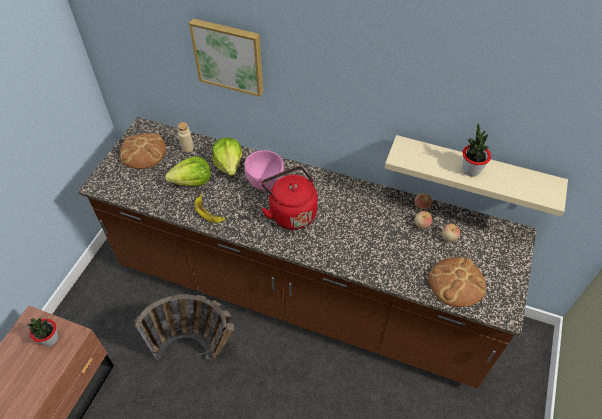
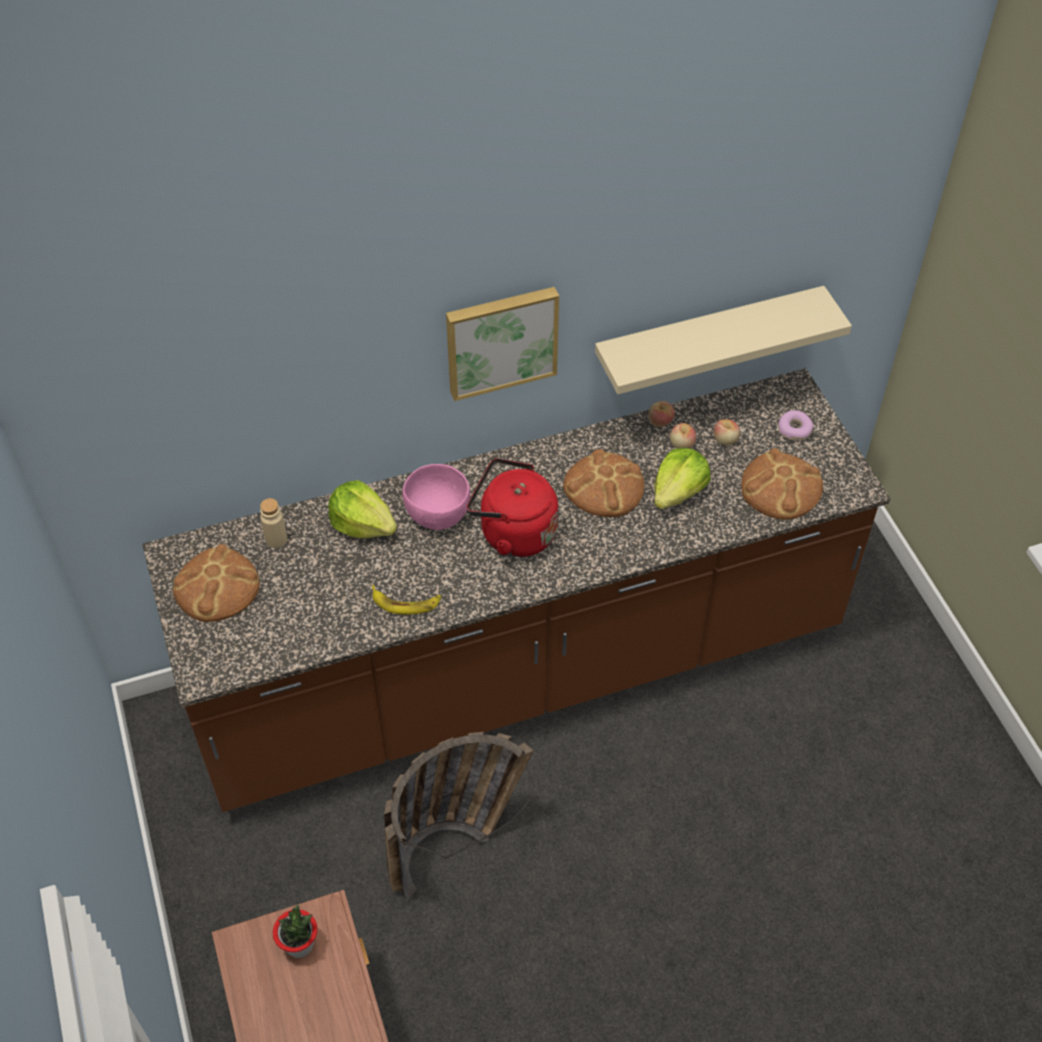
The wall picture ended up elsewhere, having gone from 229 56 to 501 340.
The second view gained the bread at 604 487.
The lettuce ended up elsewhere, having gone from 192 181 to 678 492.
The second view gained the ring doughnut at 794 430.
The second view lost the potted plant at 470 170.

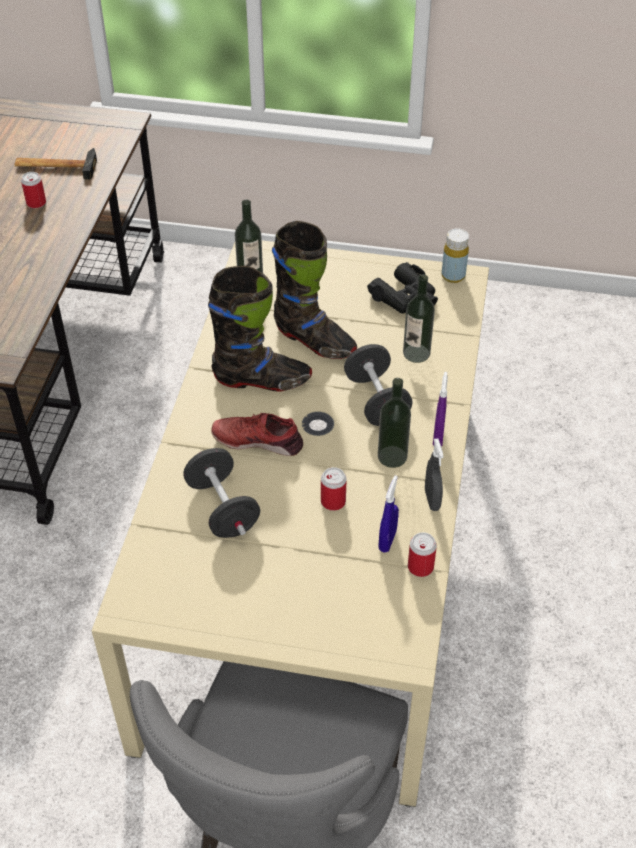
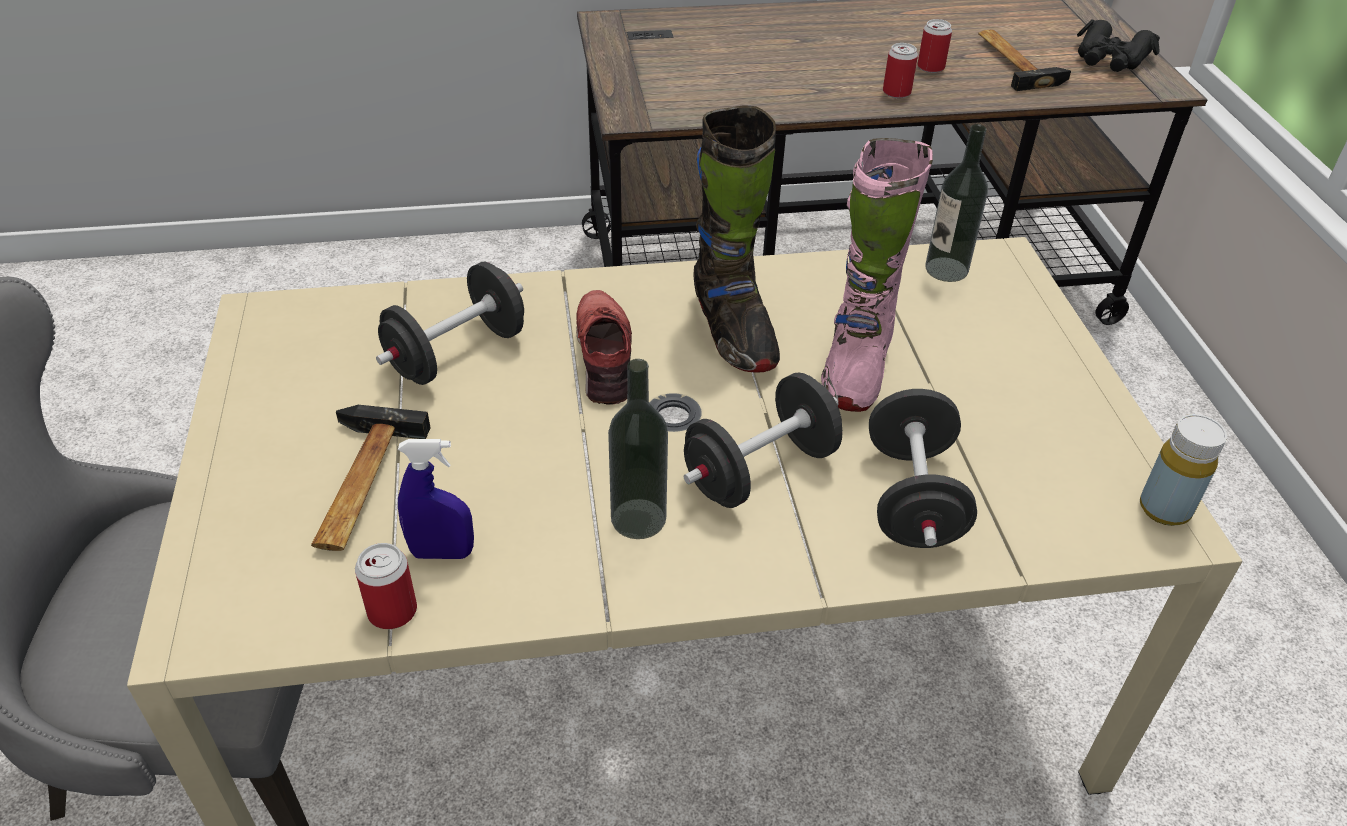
The second view gained the hammer at 357 484.
What was the black boot at 314 341 turned into the pink boot at 855 366.
Where the bottle stood at 416 353, the black free weight came to stand at 912 498.
The metal can ended up elsewhere, having gone from 333 501 to 896 92.
The black field glasses ended up elsewhere, having gone from 405 298 to 1111 59.
The second view lost the gray sprayer at 432 500.
The second view lost the purple sprayer at 438 437.

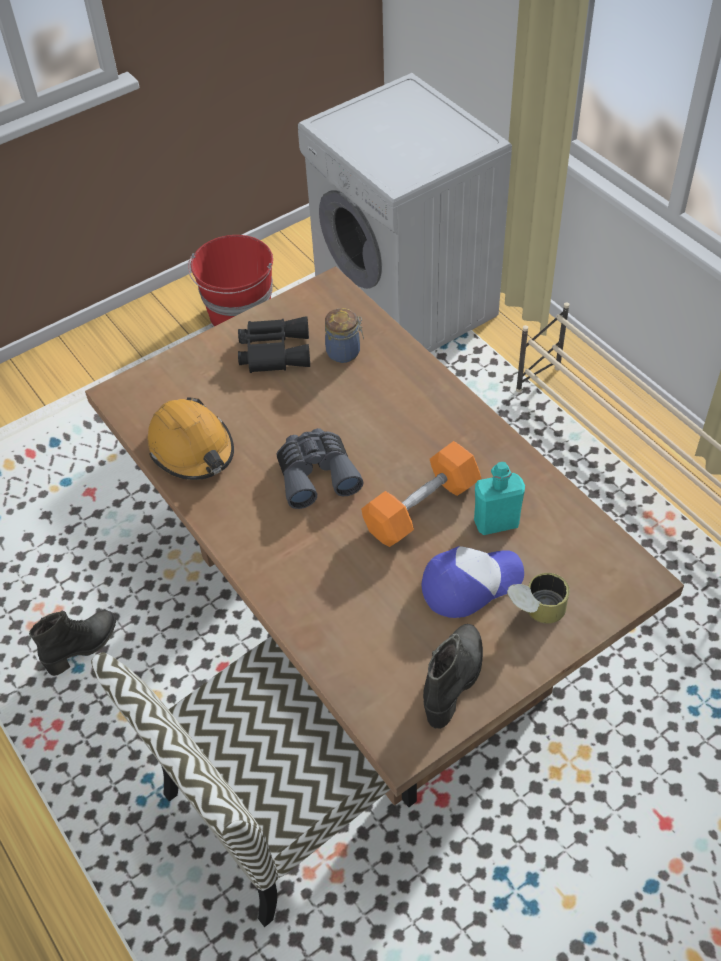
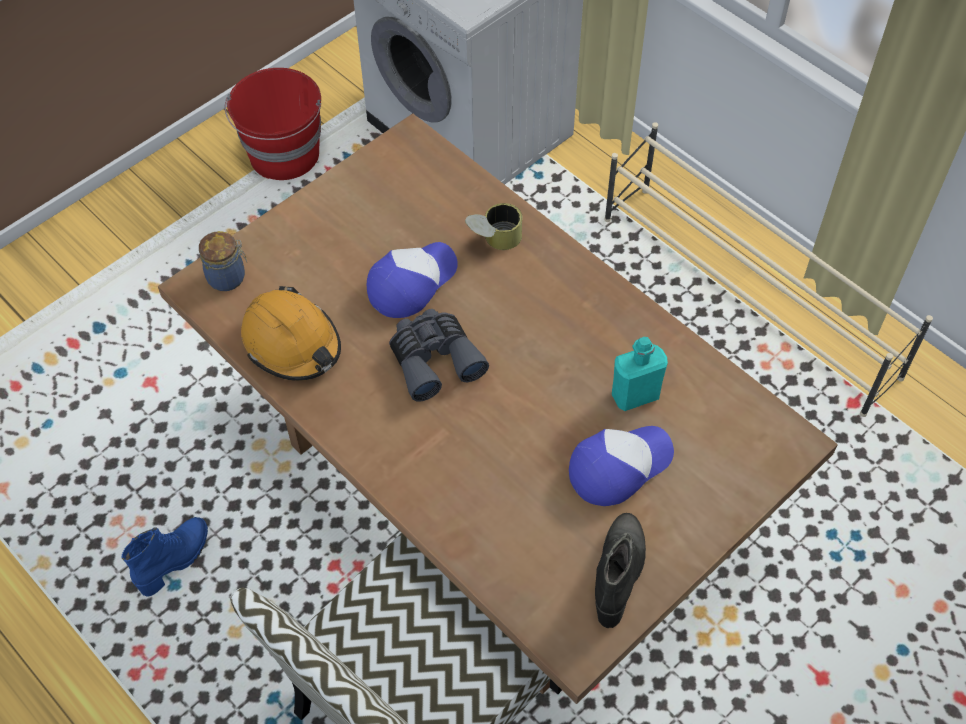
What was the black boot at 83 647 turned into the blue boot at 175 561.
The jar ended up elsewhere, having gone from 345 352 to 228 277.
The second view gained the peaked cap at 411 282.
The metal can ended up elsewhere, having gone from 535 611 to 493 241.
The second view lost the black field glasses at 273 350.
The second view lost the orange-coloured free weight at 421 507.

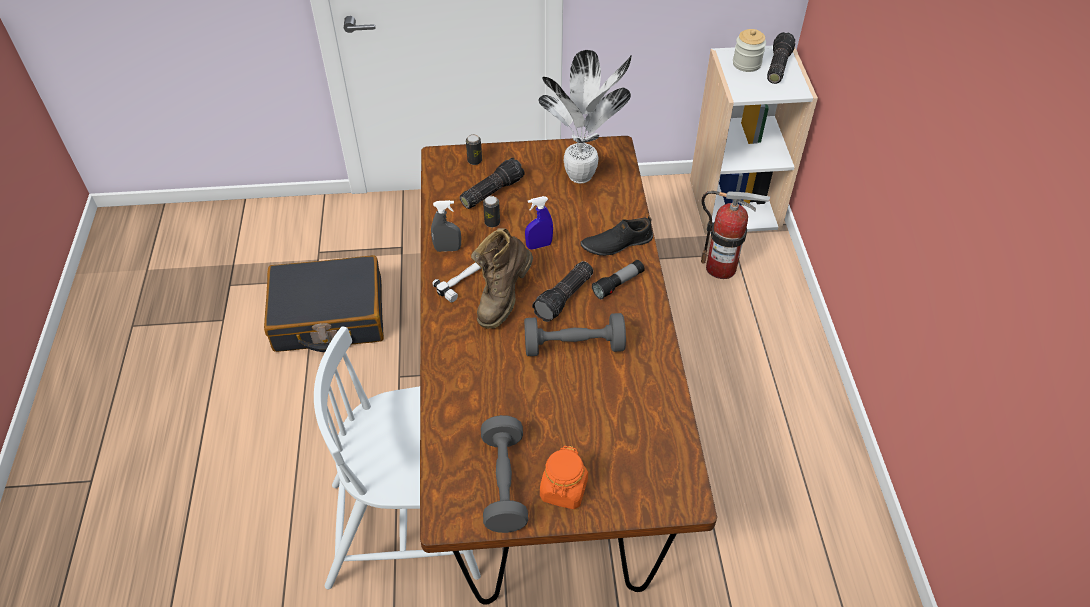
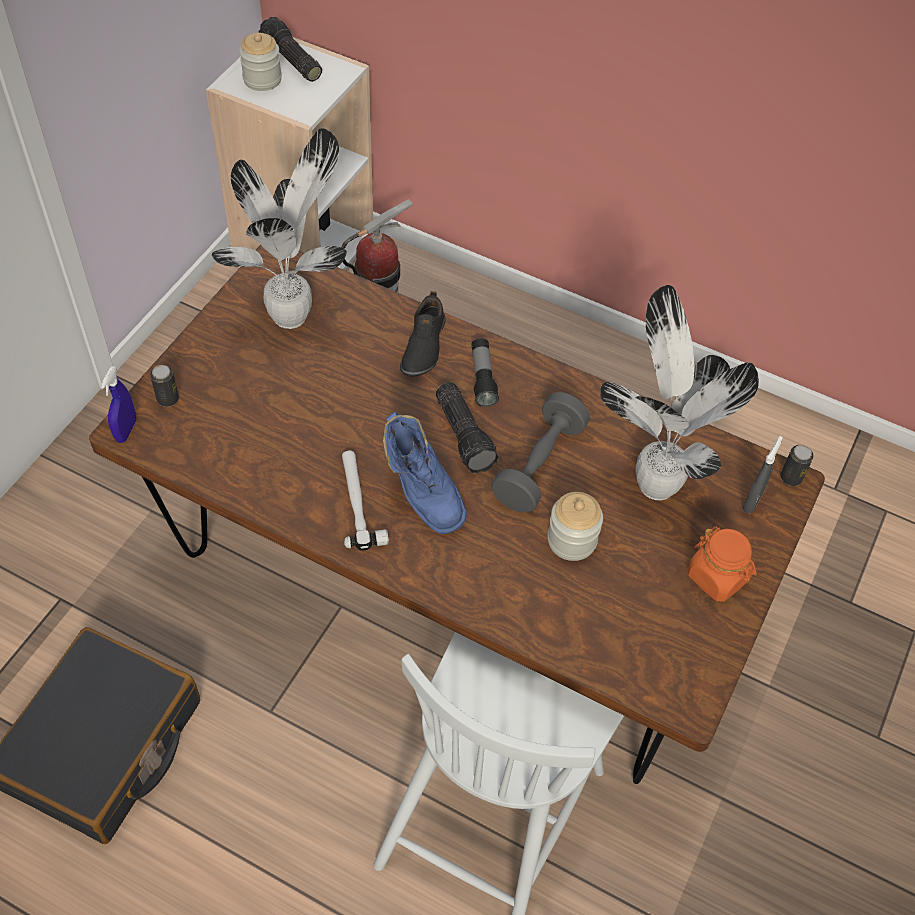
The blue sprayer ended up elsewhere, having gone from 539 245 to 126 430.
What was the brown-coloured boot at 502 299 turned into the blue boot at 420 492.
The second view gained the jar at 571 540.
The second view gained the potted plant at 654 482.
The gray sprayer ended up elsewhere, having gone from 447 249 to 752 501.
The metal can ended up elsewhere, having gone from 492 222 to 791 477.
The second view lost the torch at 491 191.
The second view lost the gray free weight at 504 483.

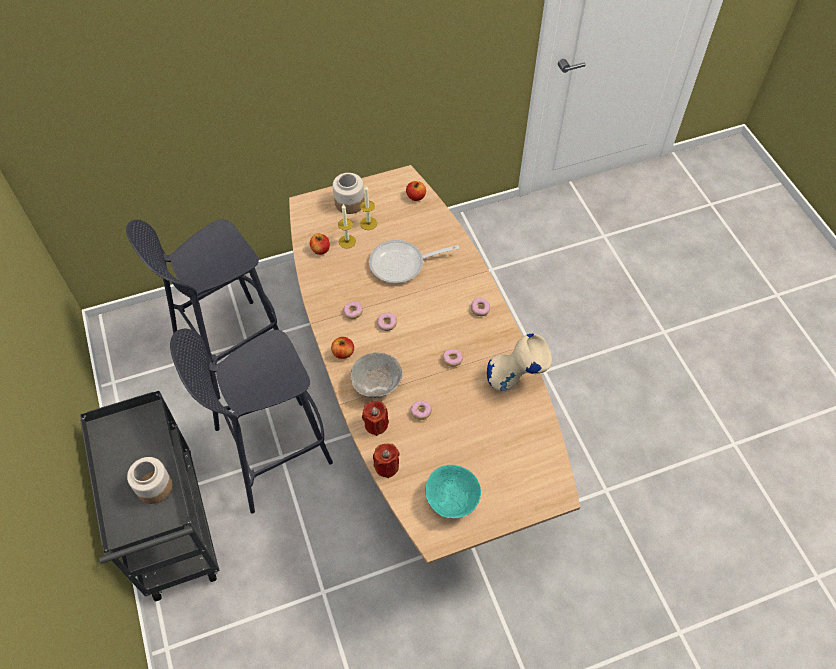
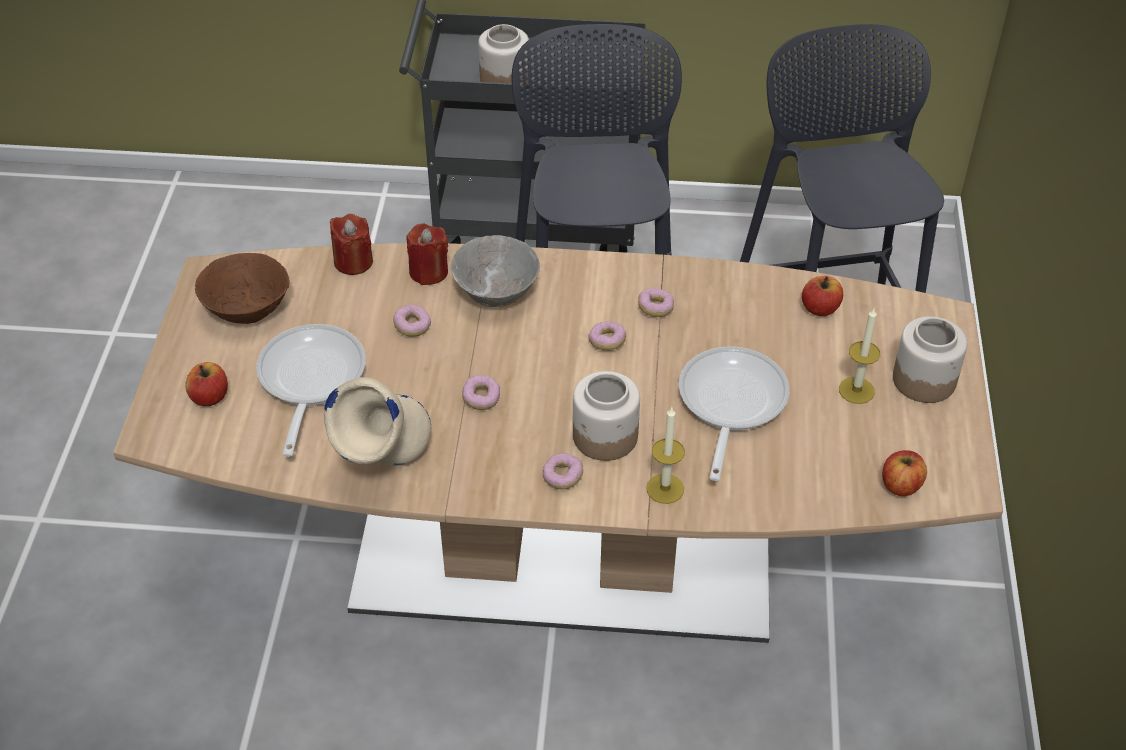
The whole apple ended up elsewhere, having gone from 343 353 to 210 397.
What was the blue-green deep dish at 452 500 turned into the brown-coloured deep dish at 246 310.
The second view gained the skillet at 309 381.
The second view gained the jar at 605 437.
The candle ended up elsewhere, having gone from 347 241 to 665 488.

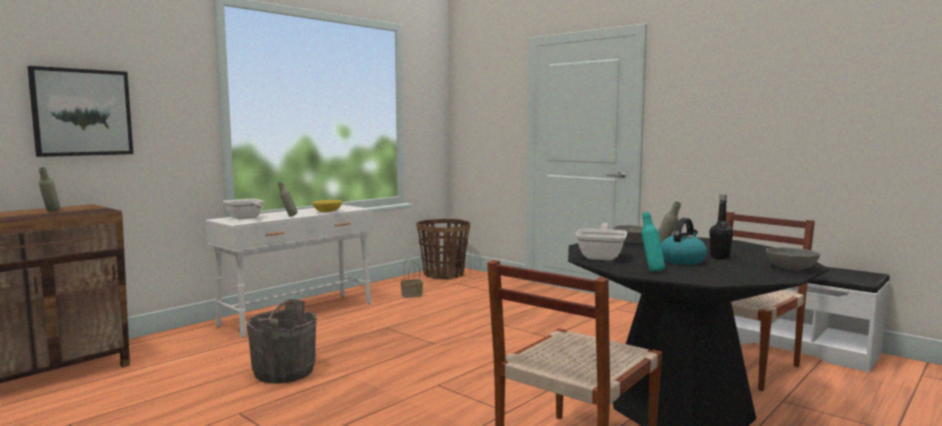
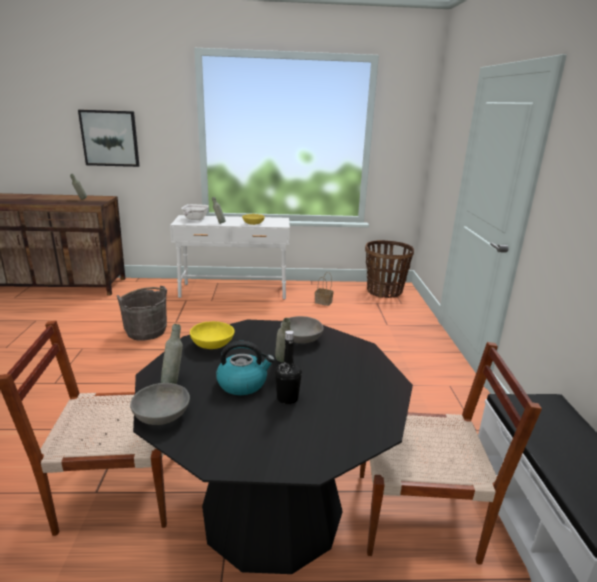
The gray deep dish ended up elsewhere, having gone from 791 268 to 162 416.
What was the blue-green bottle at 651 270 turned into the gray bottle at 173 381.
Where the skillet stood at 601 256, the yellow-coloured deep dish came to stand at 213 344.

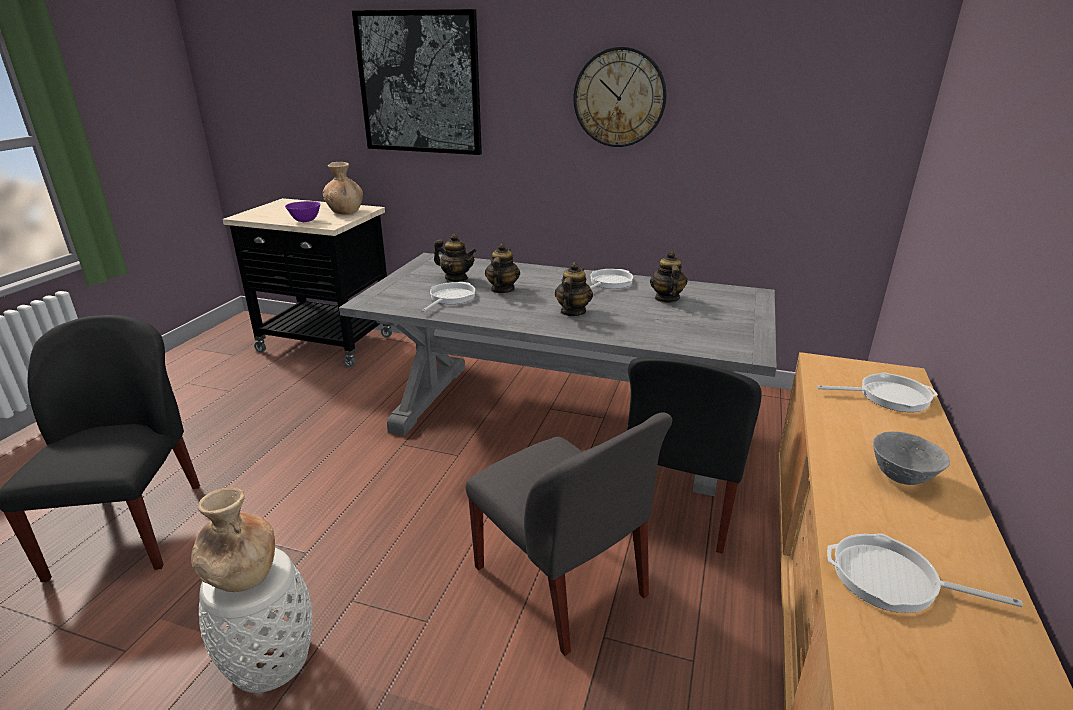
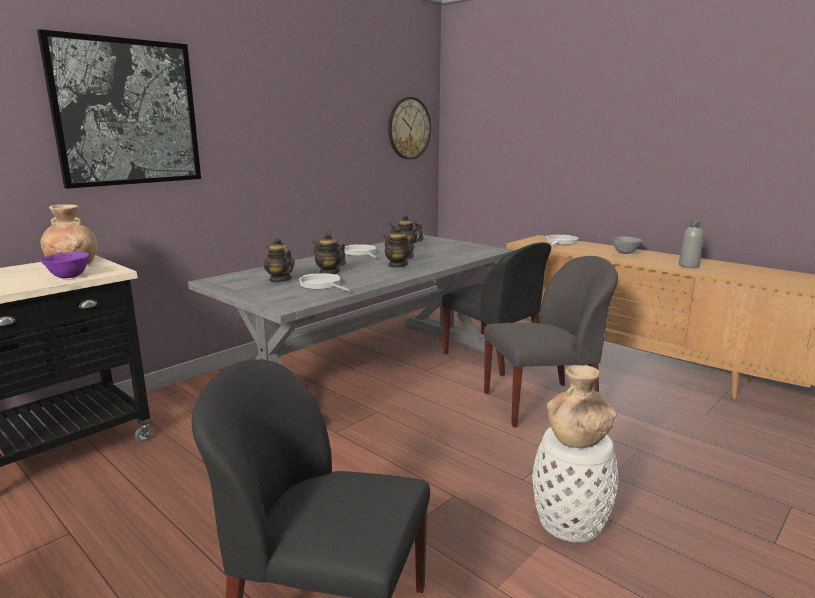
The tea pot at 456 278 ended up facing another way, 90 degrees counterclockwise from before.
The wall clock ended up elsewhere, having gone from 619 98 to 409 128.
Where the skillet stood at 892 580, the gray bottle came to stand at 689 266.

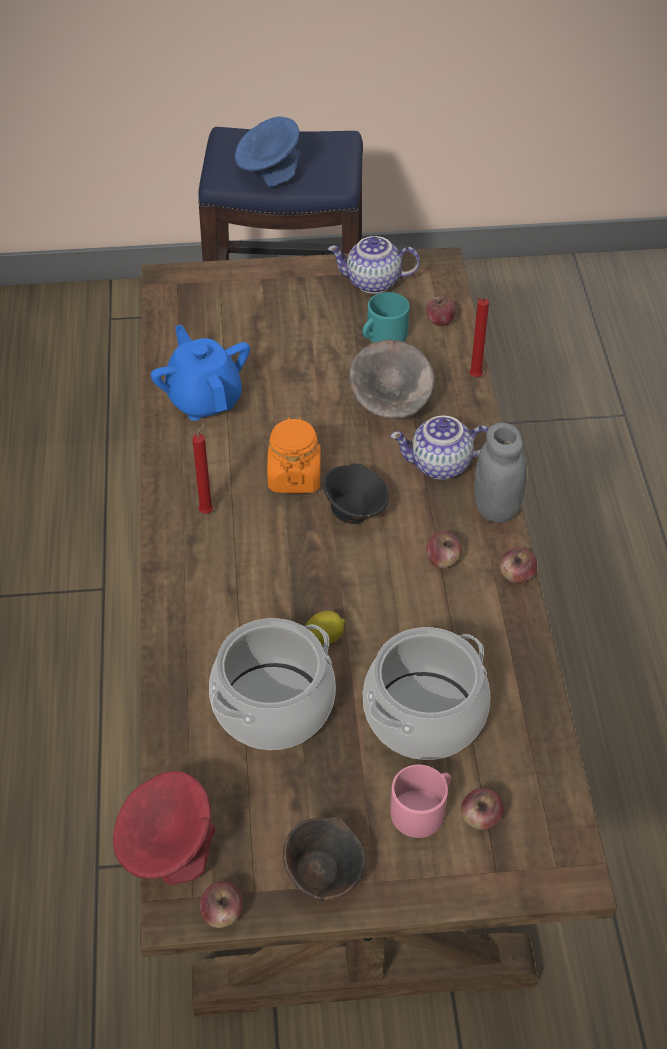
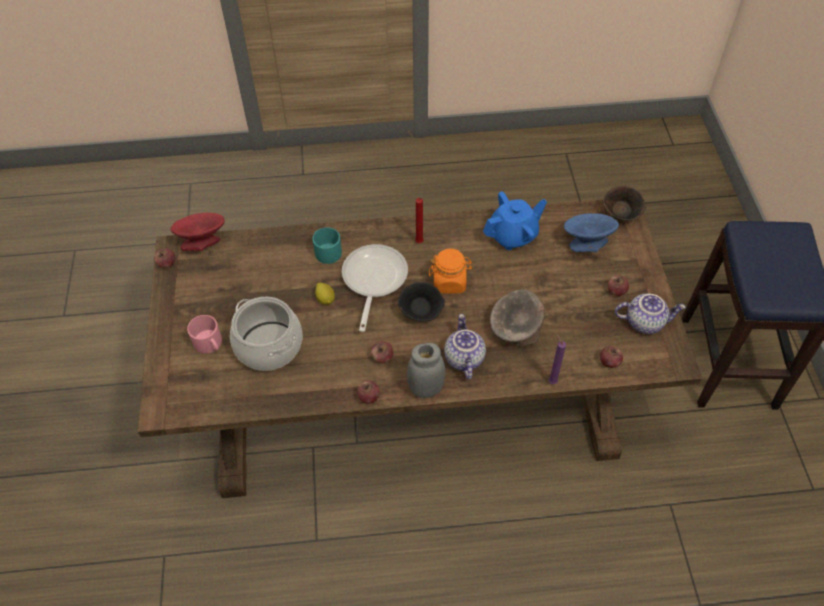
The blue-green coffee mug ended up elsewhere, having gone from 383 336 to 326 251.
The second view gained the skillet at 373 280.
What was the red candle at 473 377 turned into the purple candle at 551 381.
The blue deep dish ended up elsewhere, having gone from 269 174 to 586 242.
The brown-coloured deep dish ended up elsewhere, having gone from 323 875 to 621 215.
The whole apple ended up elsewhere, having gone from 480 818 to 616 291.
The tea pot at 372 283 ended up facing another way, 90 degrees clockwise from before.
The second view lost the stockpot at 273 705.

